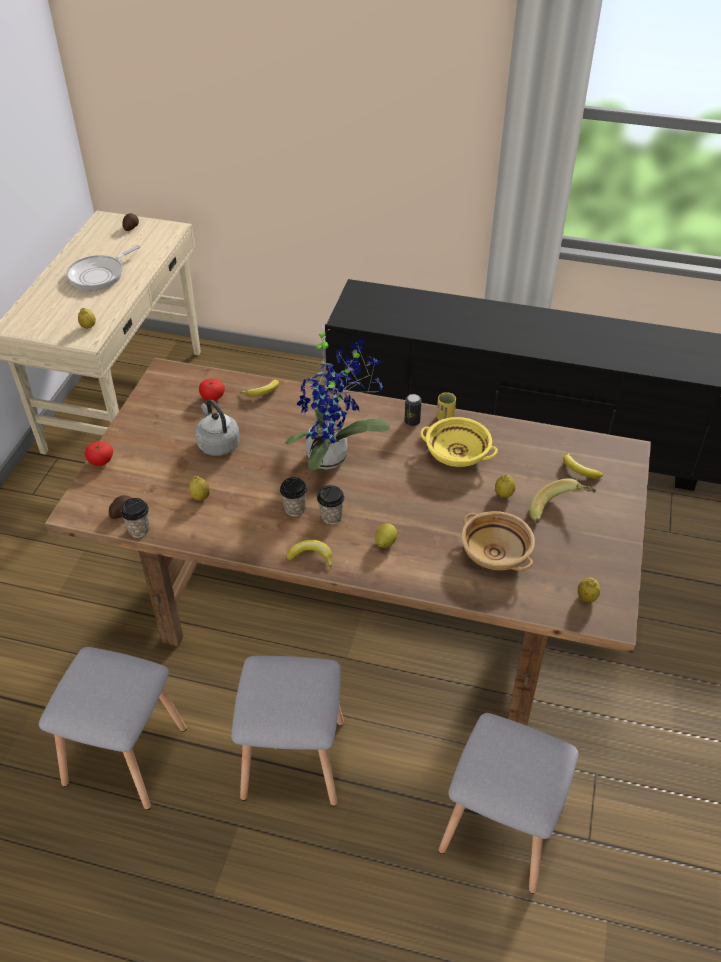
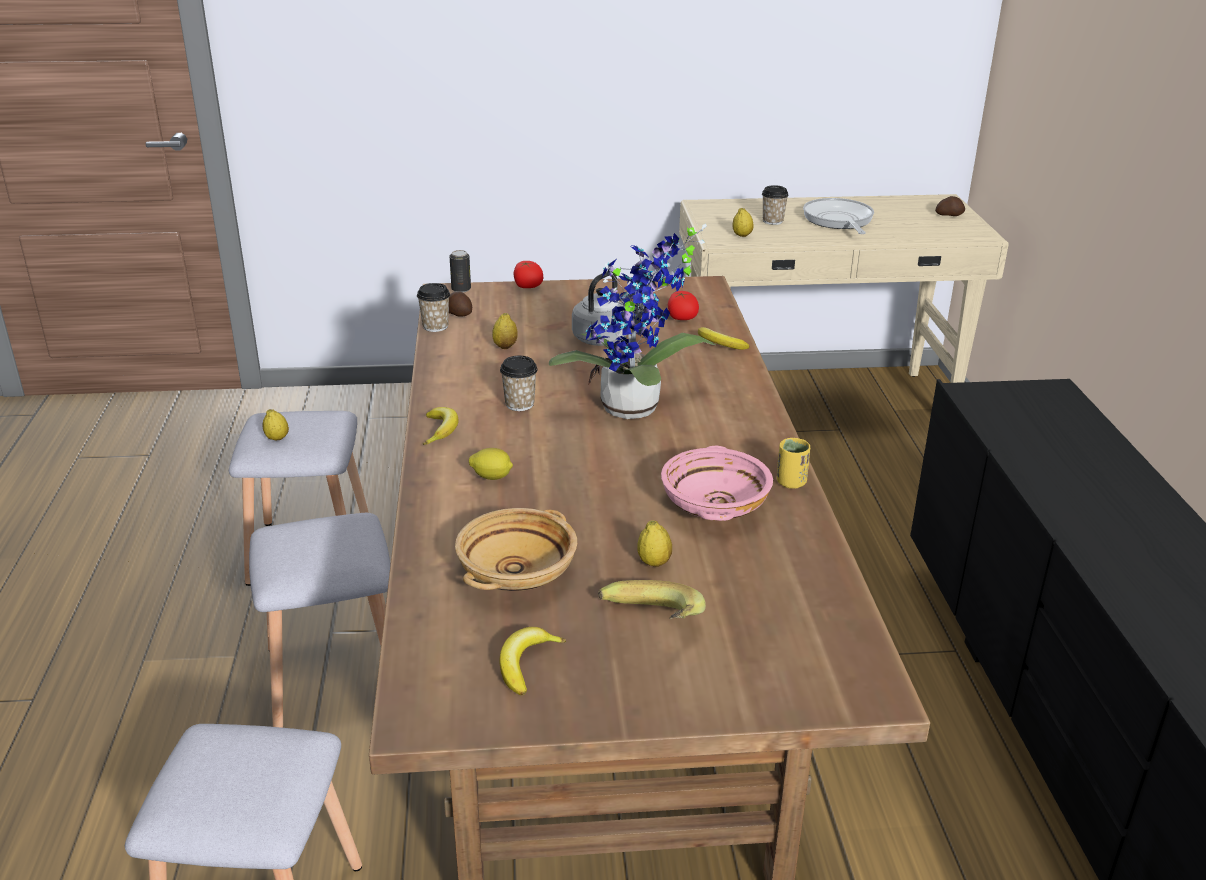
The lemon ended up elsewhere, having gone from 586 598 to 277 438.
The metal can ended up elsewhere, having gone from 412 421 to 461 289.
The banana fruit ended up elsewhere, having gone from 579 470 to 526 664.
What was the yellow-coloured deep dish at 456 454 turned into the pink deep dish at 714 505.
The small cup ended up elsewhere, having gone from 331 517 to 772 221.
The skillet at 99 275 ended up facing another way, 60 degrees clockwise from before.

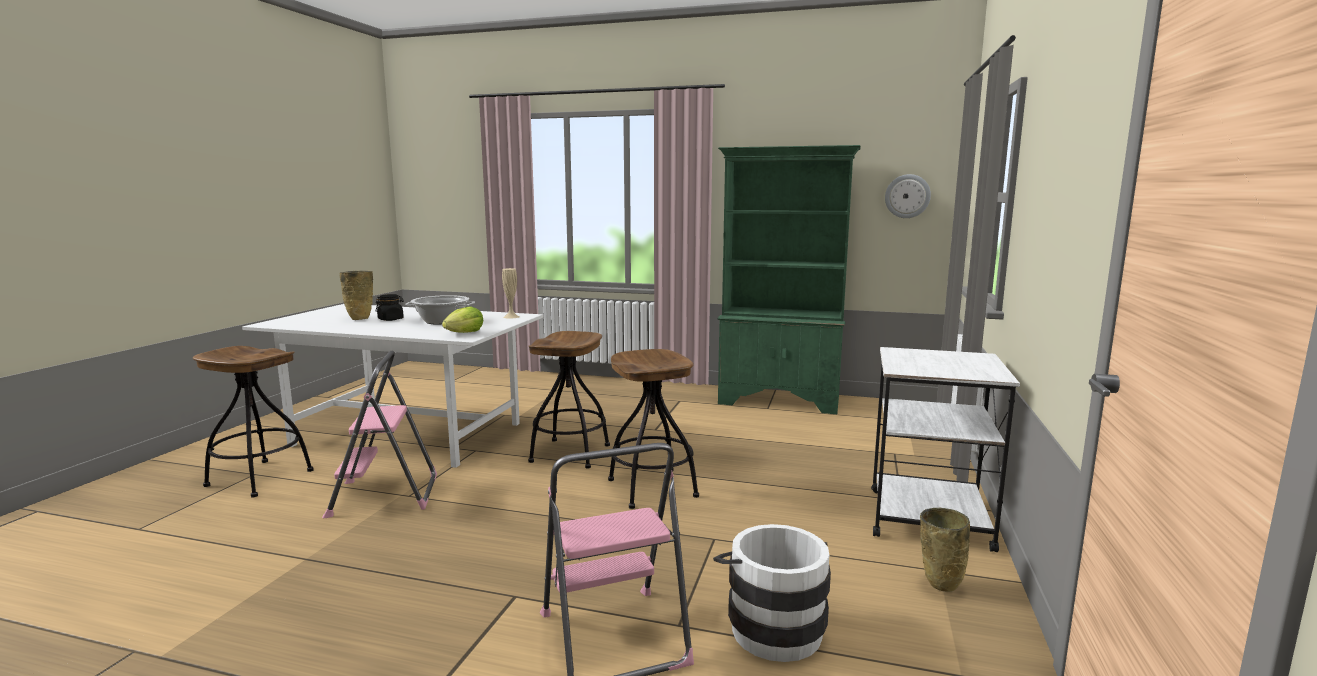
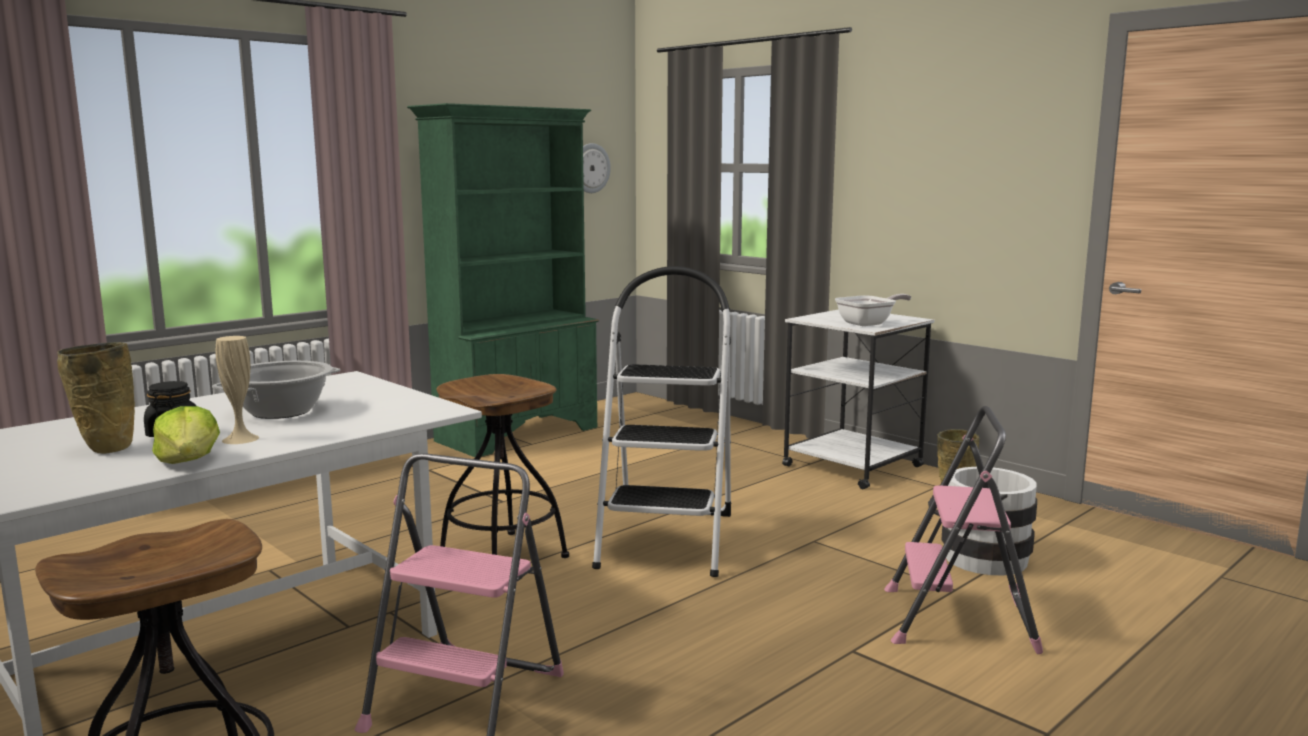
The lettuce ended up elsewhere, having gone from 464 333 to 189 461.
The beige-coloured decorative vase ended up elsewhere, having gone from 511 317 to 240 439.
Where the brown-coloured stool stood at 652 488, the step stool came to stand at 669 539.
The second view gained the skillet at 869 323.

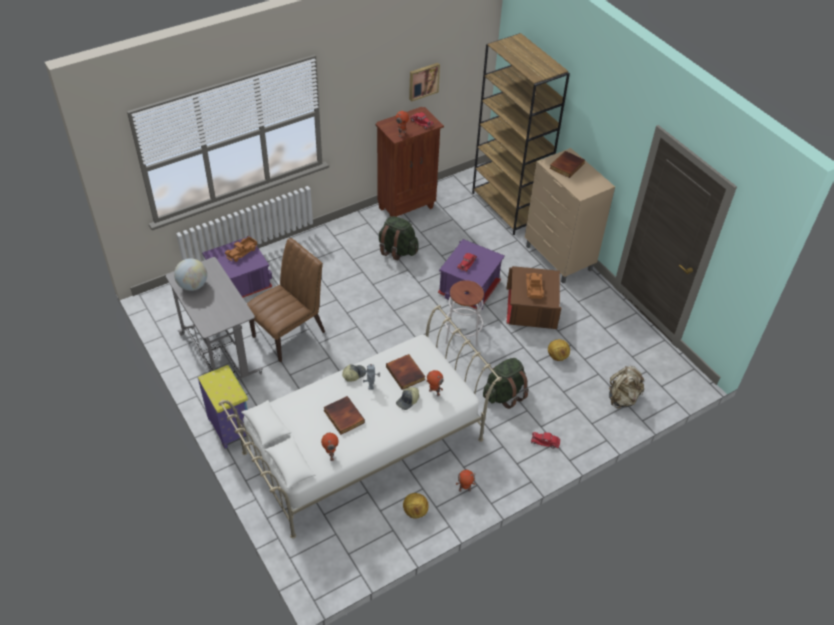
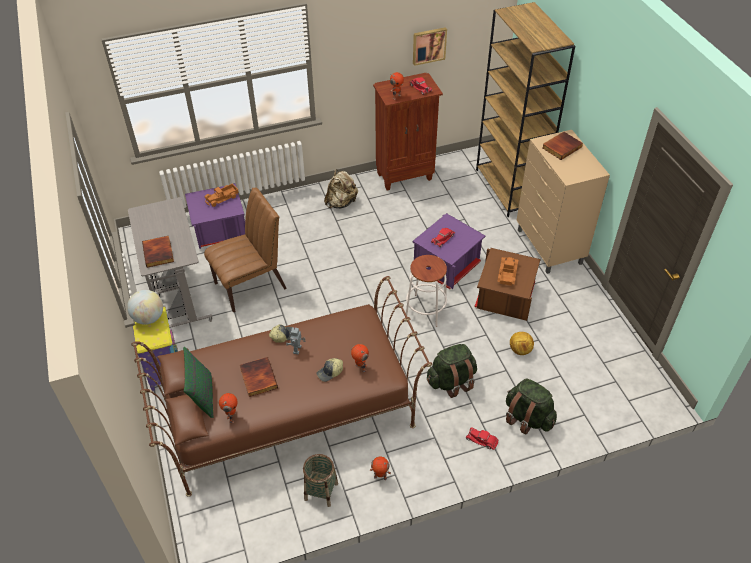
The desk globe ended up elsewhere, having gone from 193 285 to 149 318.
What was the white bedroom bed at 364 447 turned into the brown-coloured bedroom bed at 289 413.
The volume ended up elsewhere, having gone from 406 373 to 159 253.
The second view gained the green-coloured cushion at 203 396.
Where the football stood at 415 511, the storage basket came to stand at 321 491.
The beige-coloured backpack ended up elsewhere, having gone from 623 398 to 341 203.
The green-coloured backpack ended up elsewhere, having gone from 397 250 to 527 418.

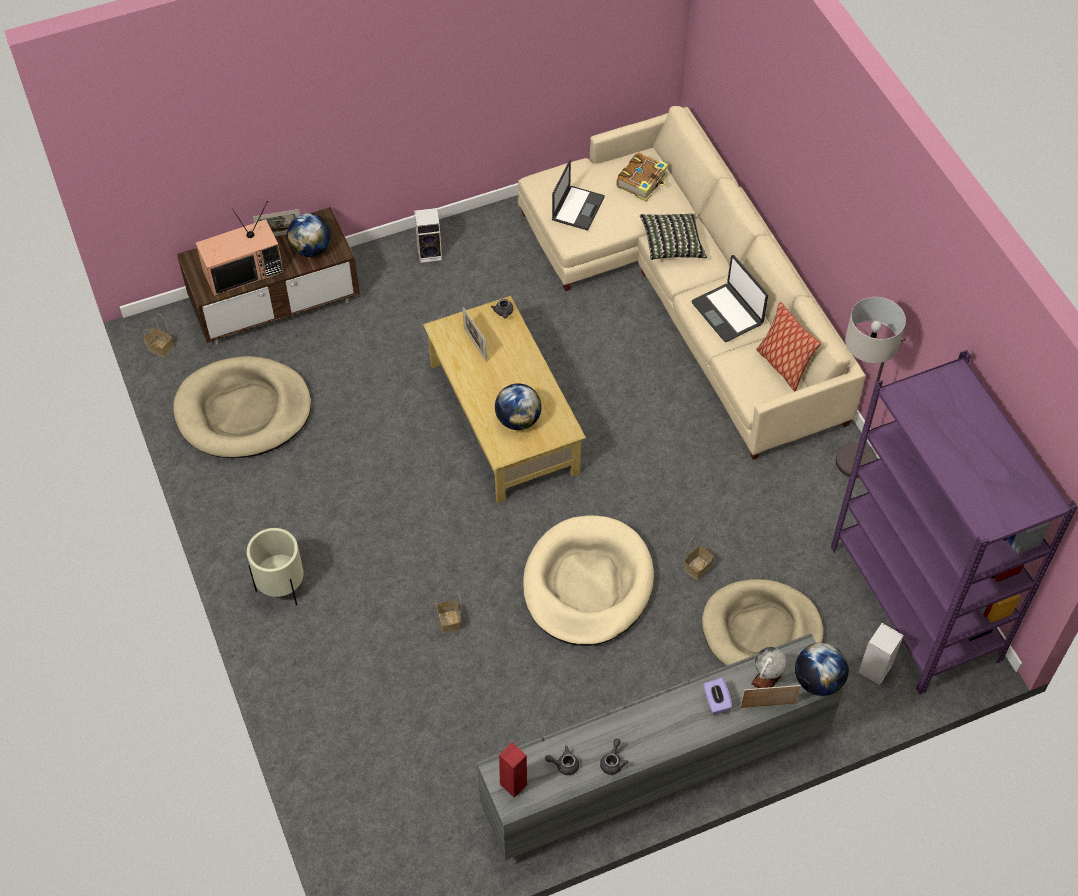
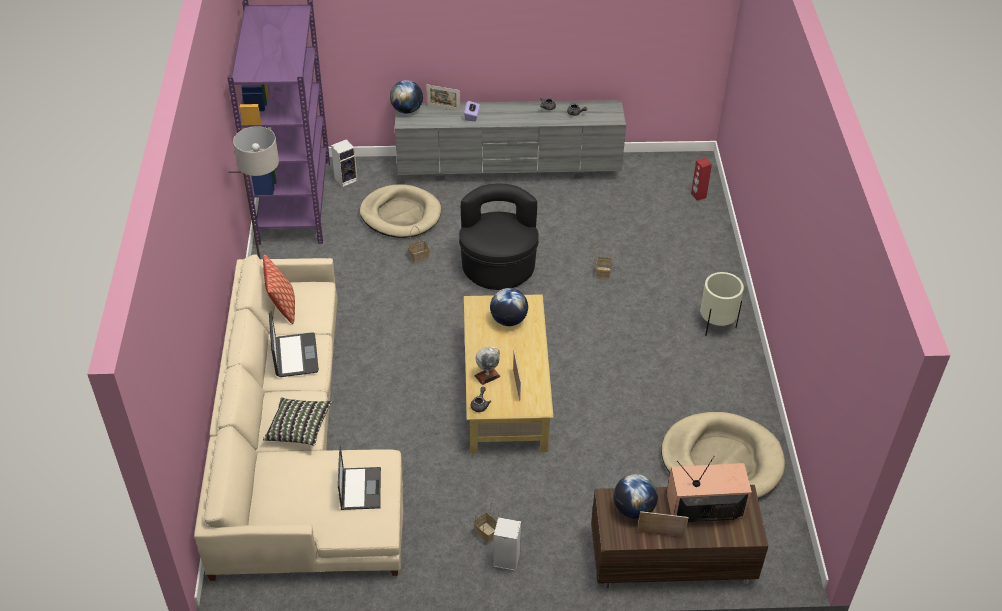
The laptop at 578 207 ended up facing another way, 135 degrees clockwise from before.
Where the beige-coloured dog cushion stood at 587 584, the black lounge chair came to stand at 498 268.
The desk globe ended up elsewhere, having gone from 766 678 to 487 376.
The storage basket ended up elsewhere, having gone from 161 348 to 486 533.
The red loudspeaker ended up elsewhere, having gone from 513 784 to 698 195.
The second view lost the volume at 643 181.

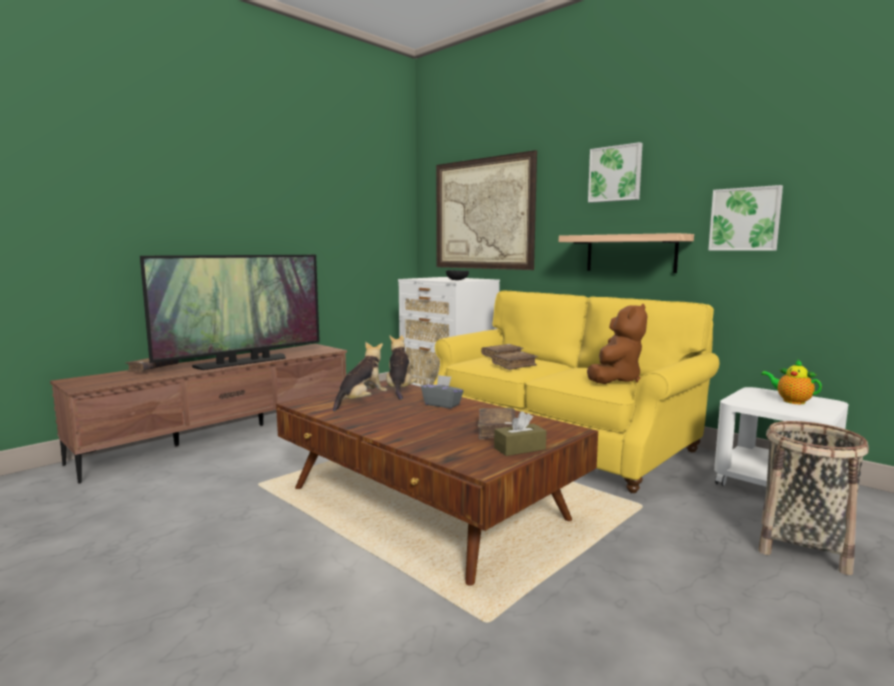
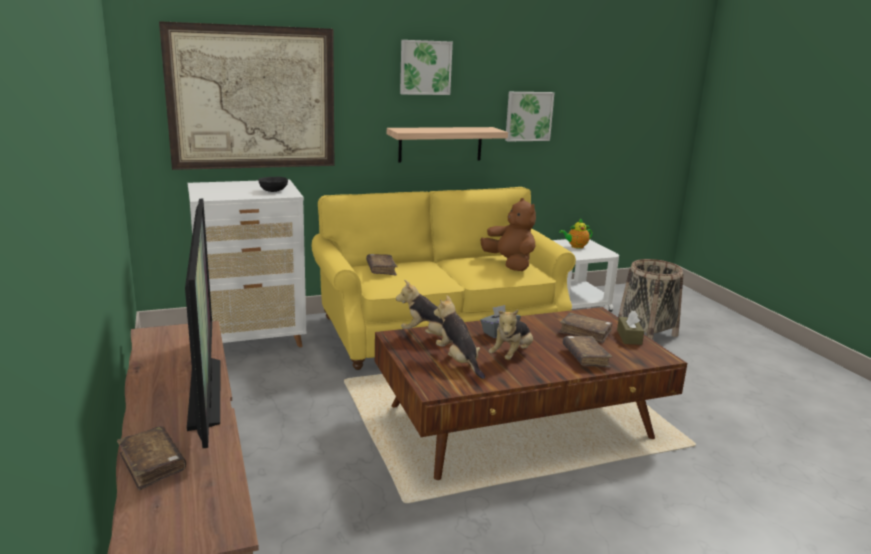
The second view gained the soft toy at 512 355.
The brown-coloured volume ended up elsewhere, having gone from 514 365 to 585 358.

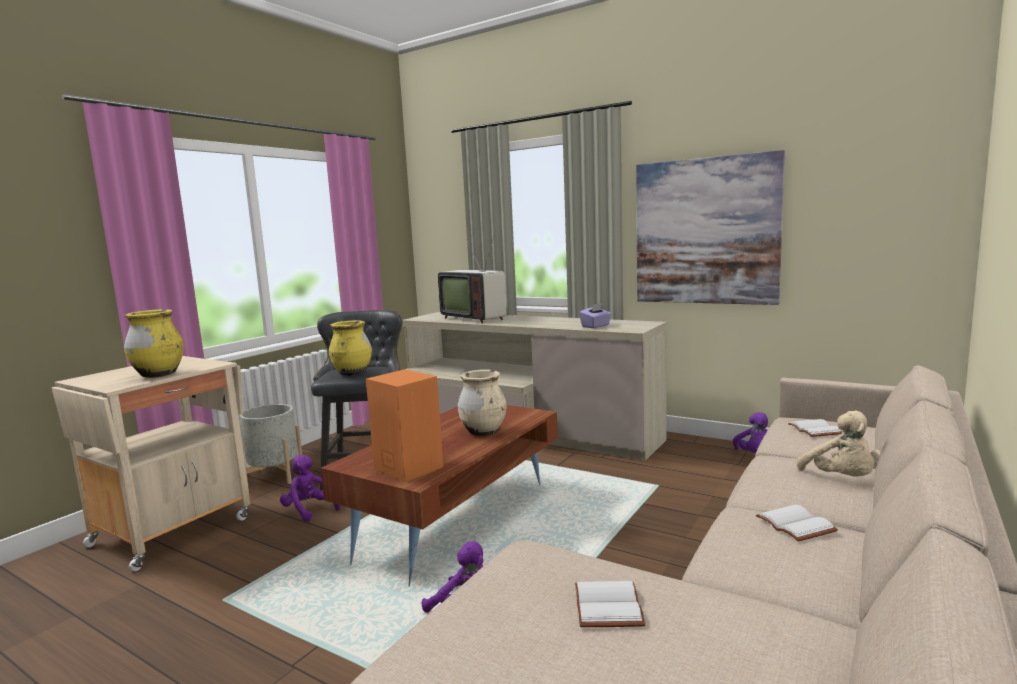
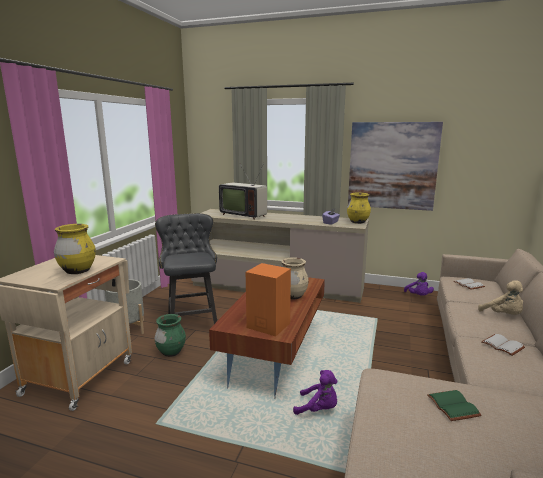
Where the purple soft toy stood at 309 510, the green-coloured decorative vase came to stand at 171 352.
The yellow-coloured decorative vase ended up elsewhere, having gone from 352 373 to 358 222.
What was the white volume at 610 607 turned into the green-coloured volume at 454 406.

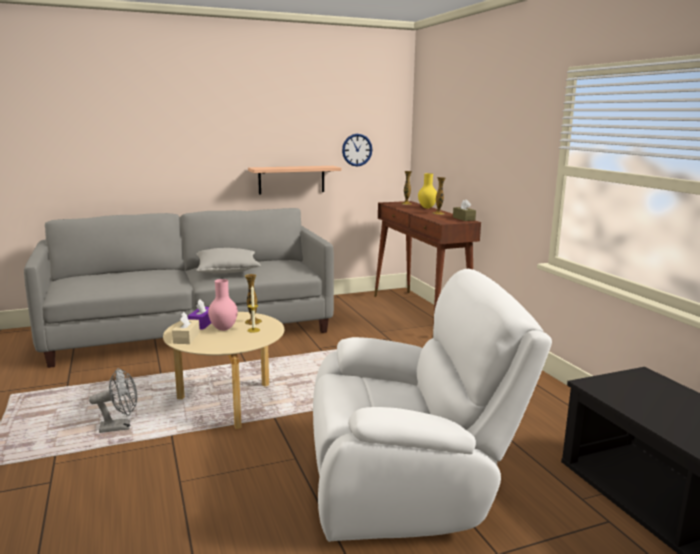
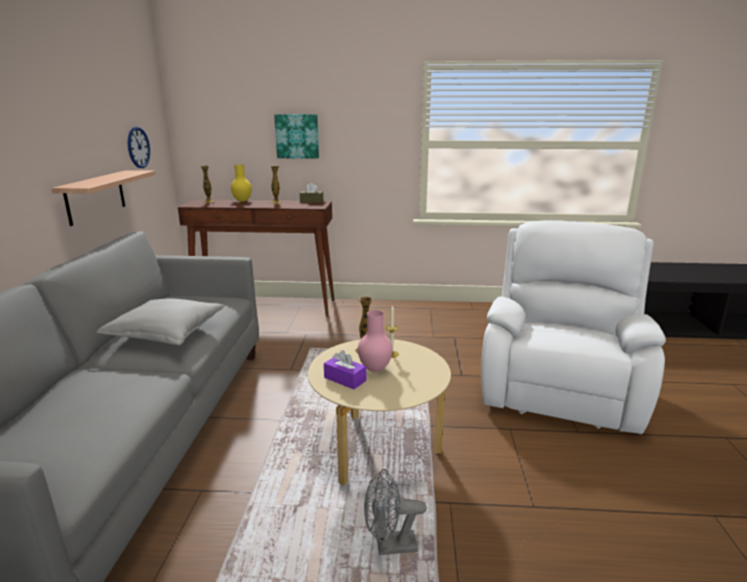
The second view gained the wall picture at 297 136.
The gray cooling fan at 120 427 ended up facing another way, 105 degrees counterclockwise from before.
The second view lost the beige-coloured box of tissues at 186 338.

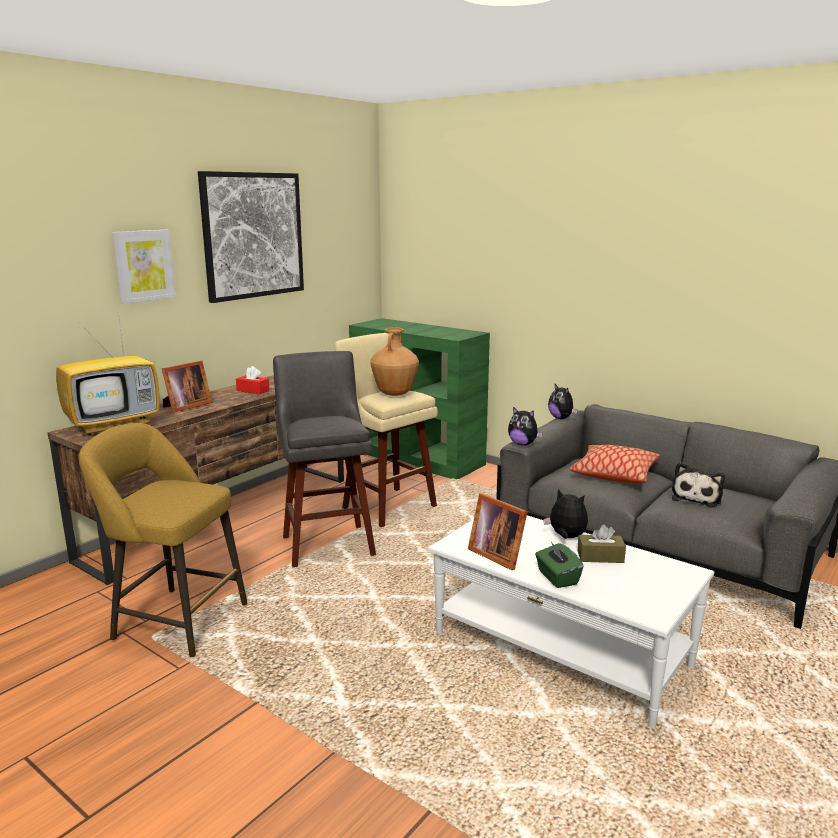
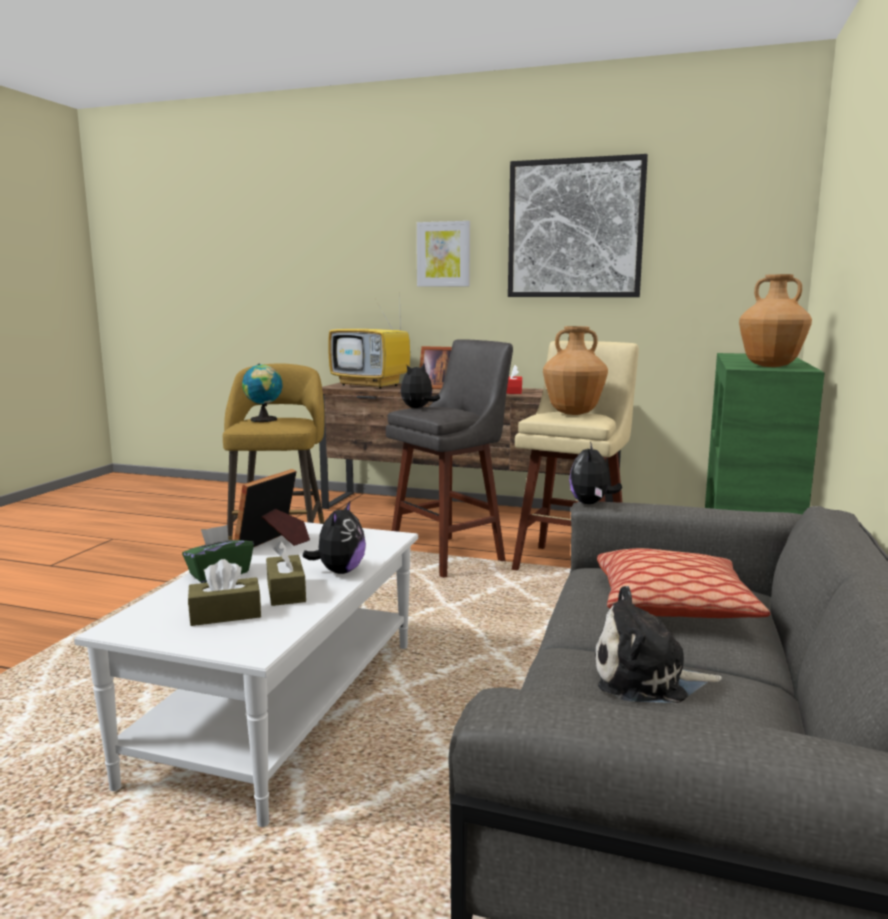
The second view gained the brown-coloured box of tissues at 225 614.
The second view gained the desk globe at 264 420.
The soft toy ended up elsewhere, having gone from 561 418 to 418 408.
The second view gained the brown-coloured decorative vase at 770 366.

